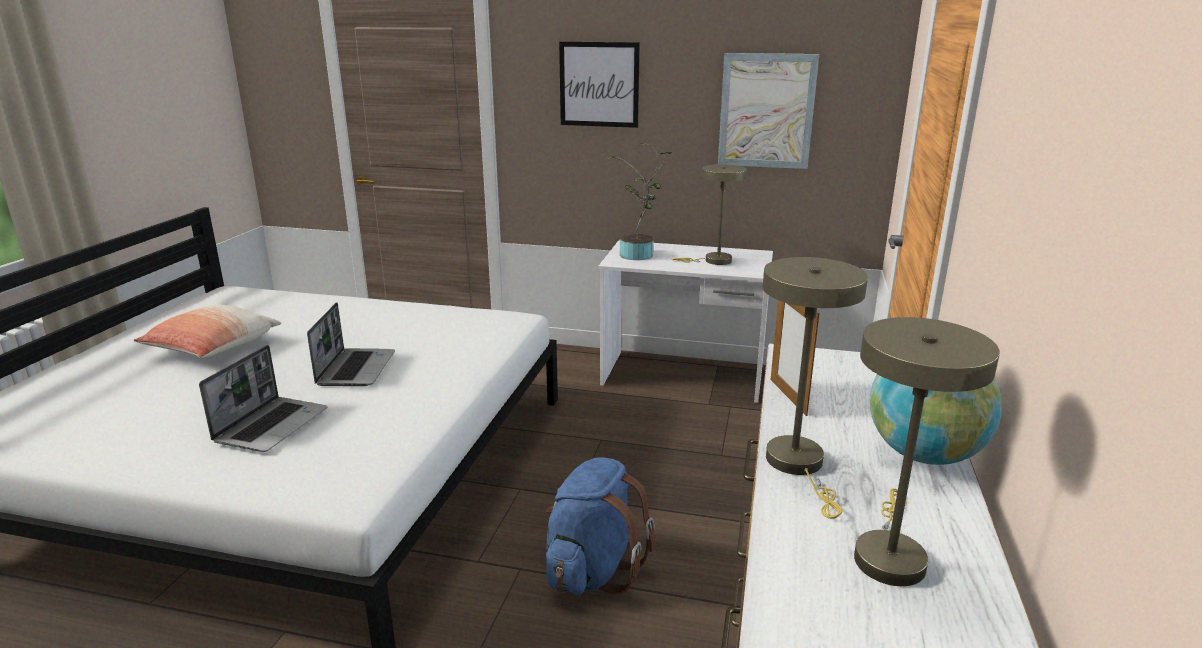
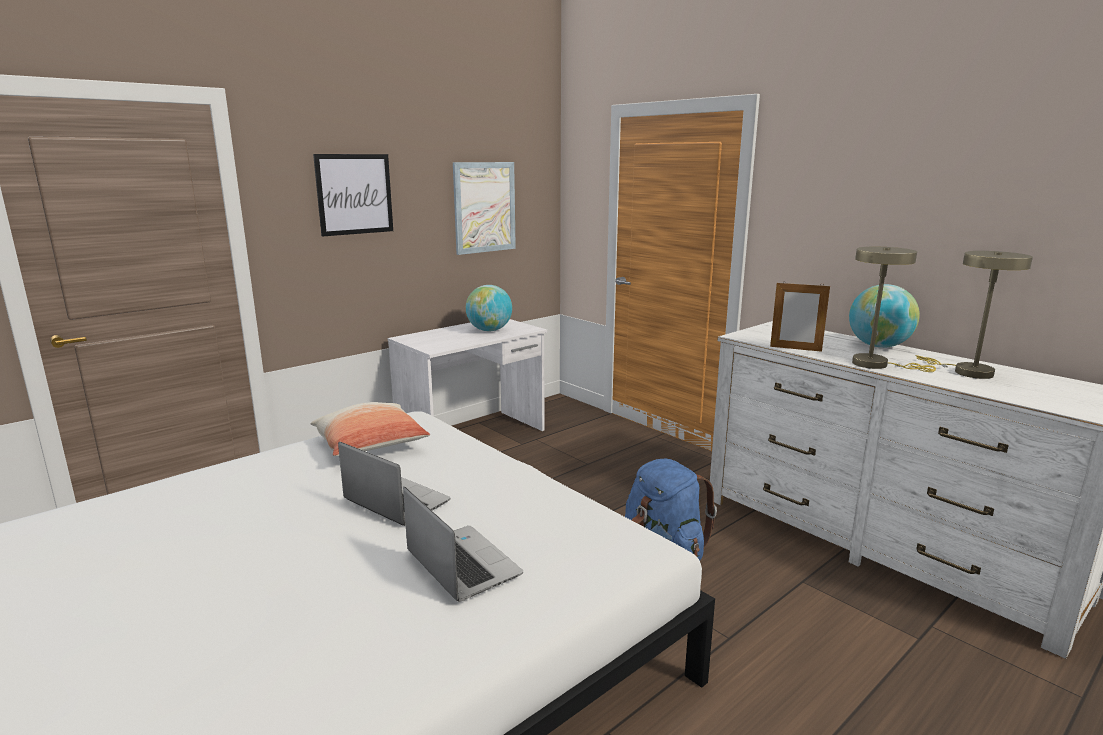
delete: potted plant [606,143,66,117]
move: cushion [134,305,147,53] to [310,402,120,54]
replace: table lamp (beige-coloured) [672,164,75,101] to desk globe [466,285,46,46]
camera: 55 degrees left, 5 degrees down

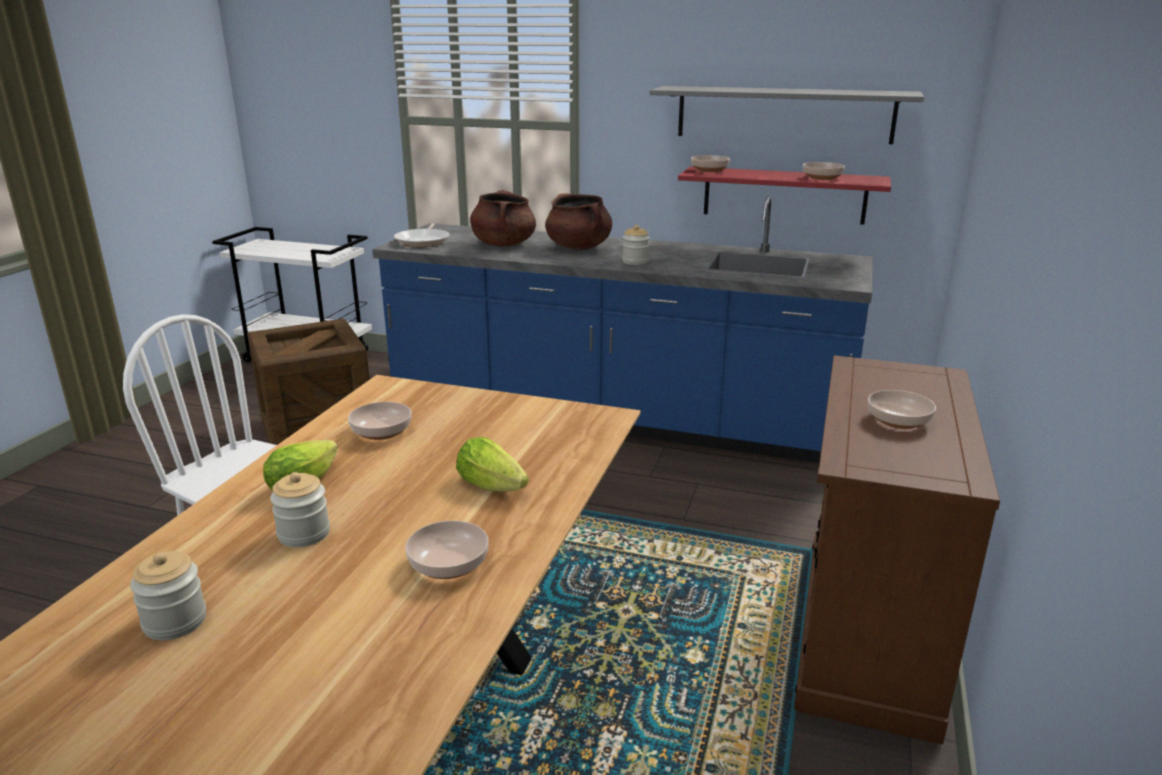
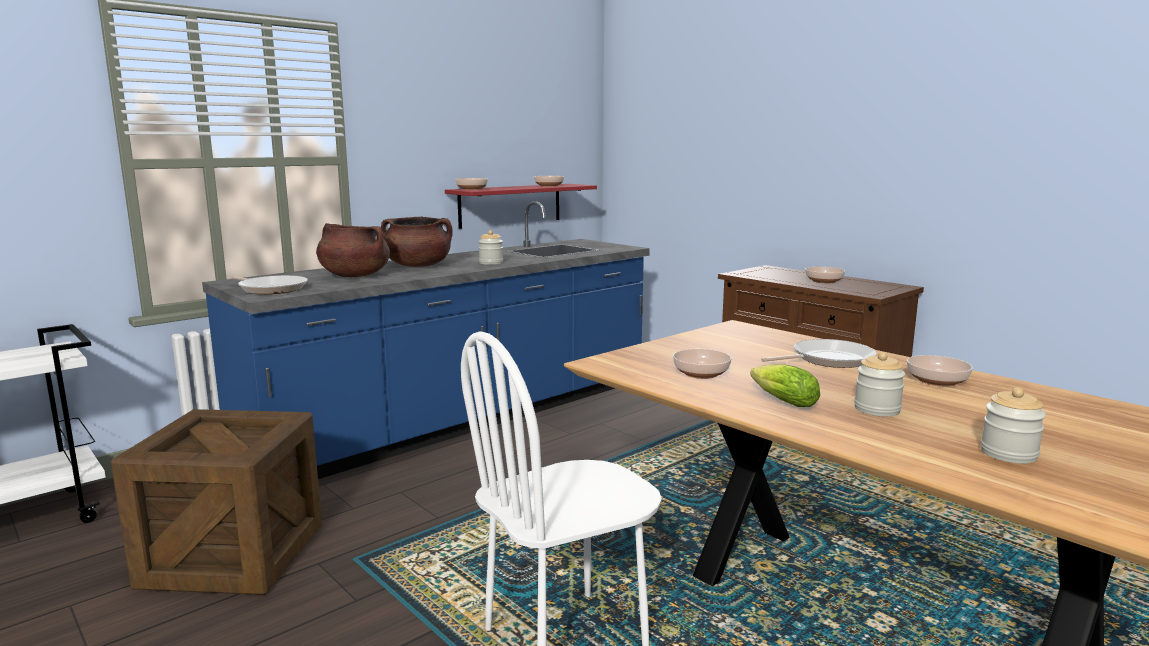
delete: shelf (grey) [650,86,274,58]
replace: lettuce head [456,437,73,55] to frying pan [761,339,116,29]
camera: 60 degrees left, 10 degrees down

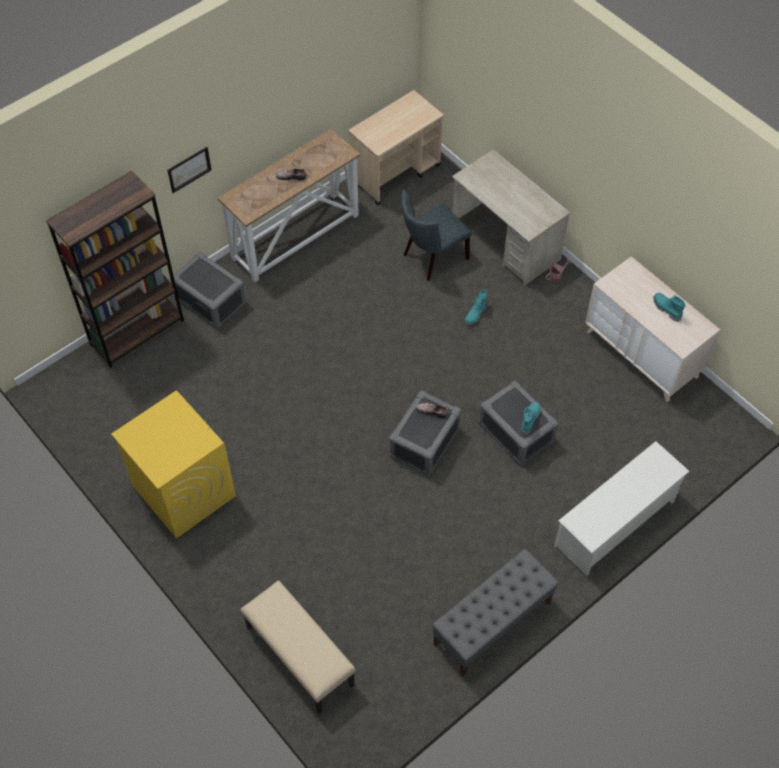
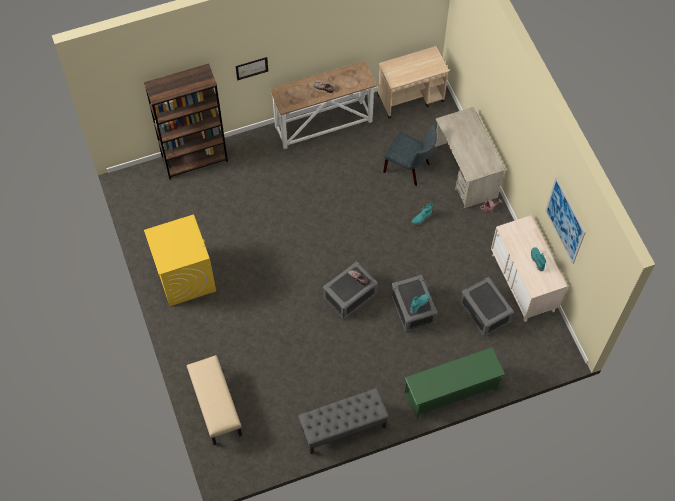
insert: wall art [545,177,41,87]
move: storage container (grey) [170,252,76,77] to [460,277,54,60]
recolor: shoe rack (whitish) [554,441,136,135] to shoe rack (green-coloured) [404,347,101,72]
rotate: chair (grey) [401,190,71,91] = [383,124,54,62] 135 degrees counterclockwise
camera: 20 degrees right, 5 degrees up

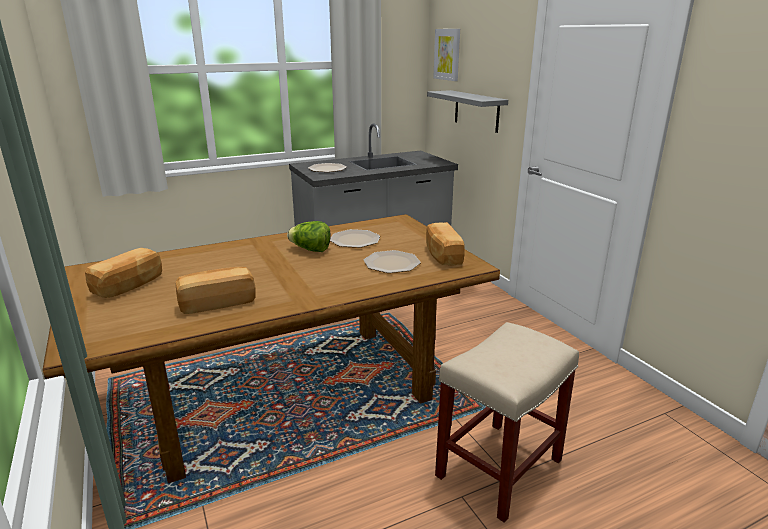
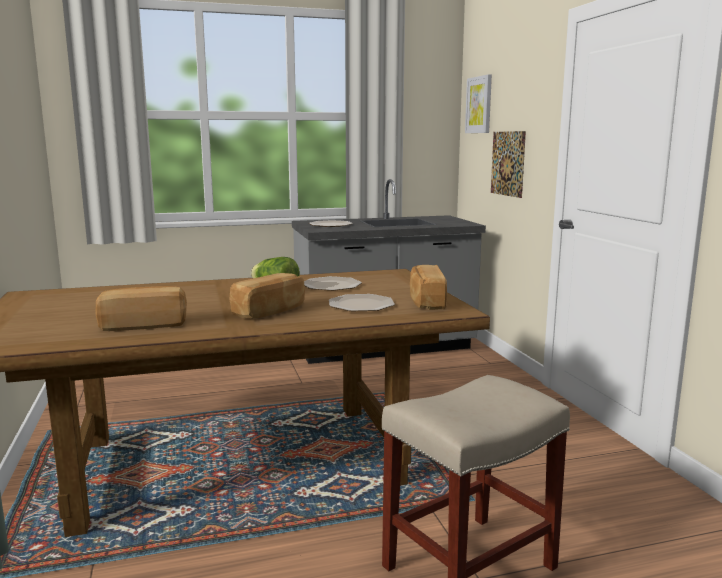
move: bread [85,248,77,50] to [229,273,76,46]
replace: shelf (grey) [427,90,81,43] to wall art [491,131,35,67]
camera: 10 degrees right, 10 degrees down

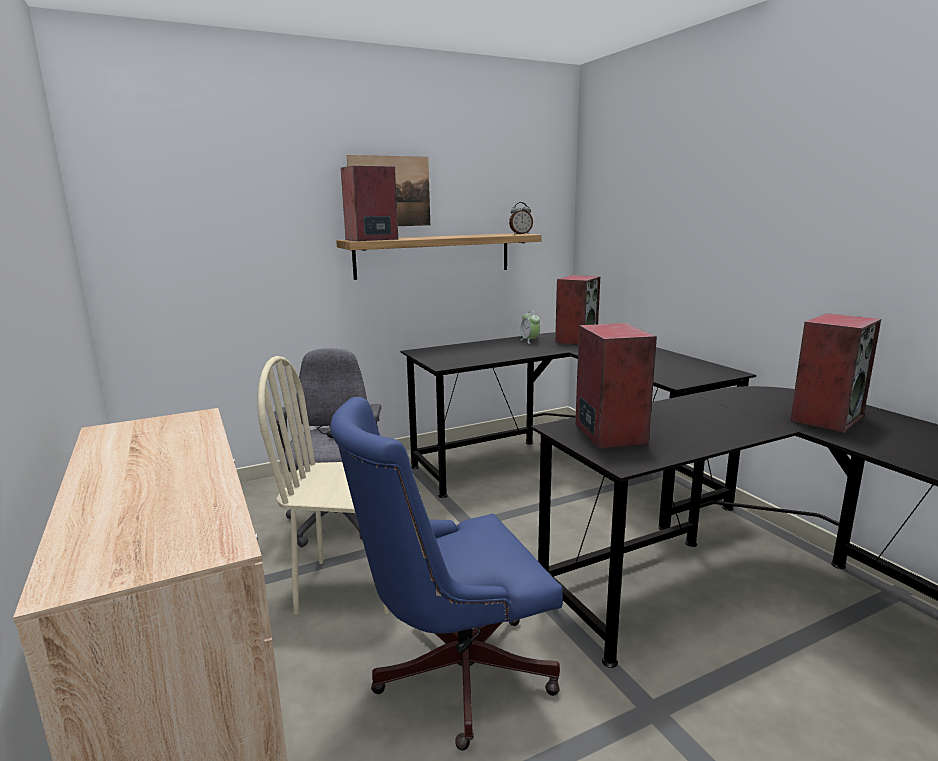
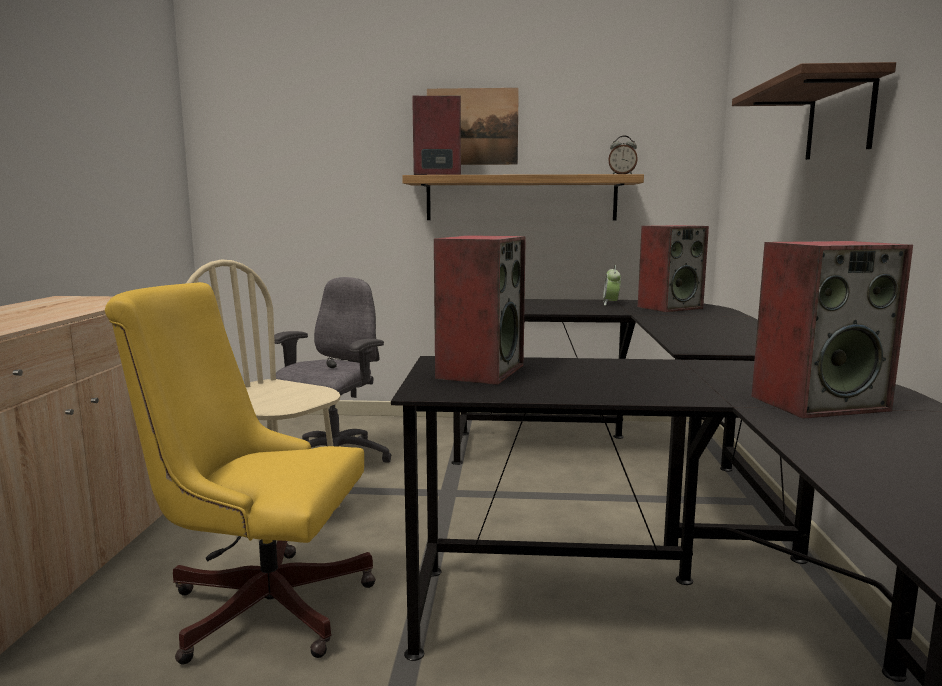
insert: shelf [732,62,164,98]
recolor: office chair (blue-coloured) [330,397,233,354] to office chair (yellowish) [105,282,271,383]
camera: 30 degrees right, 5 degrees down

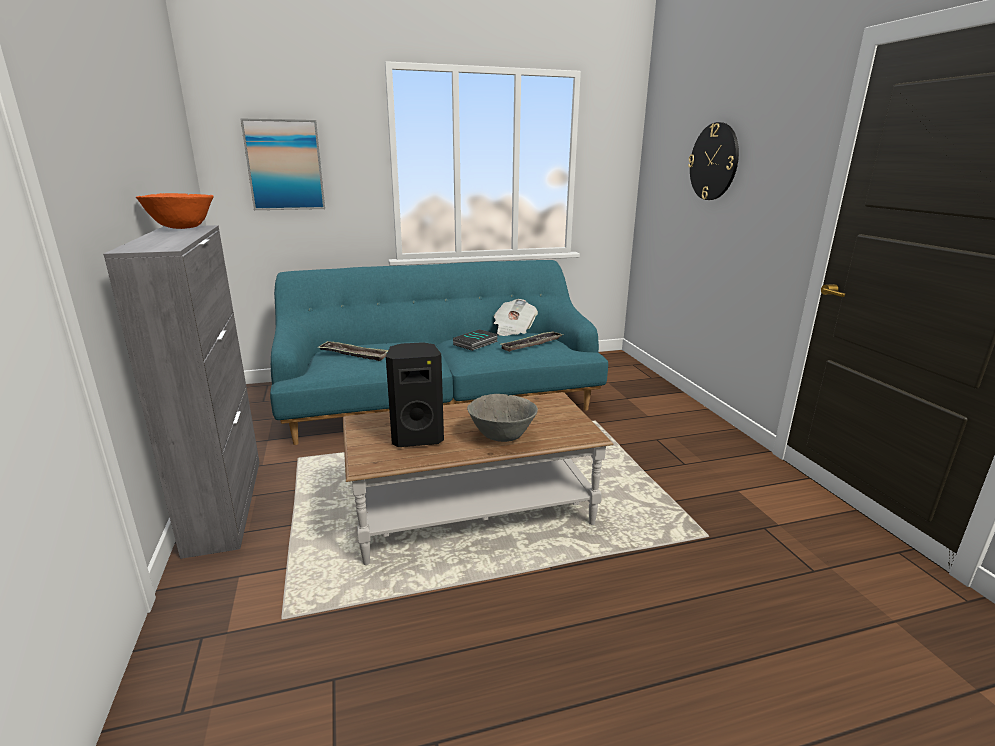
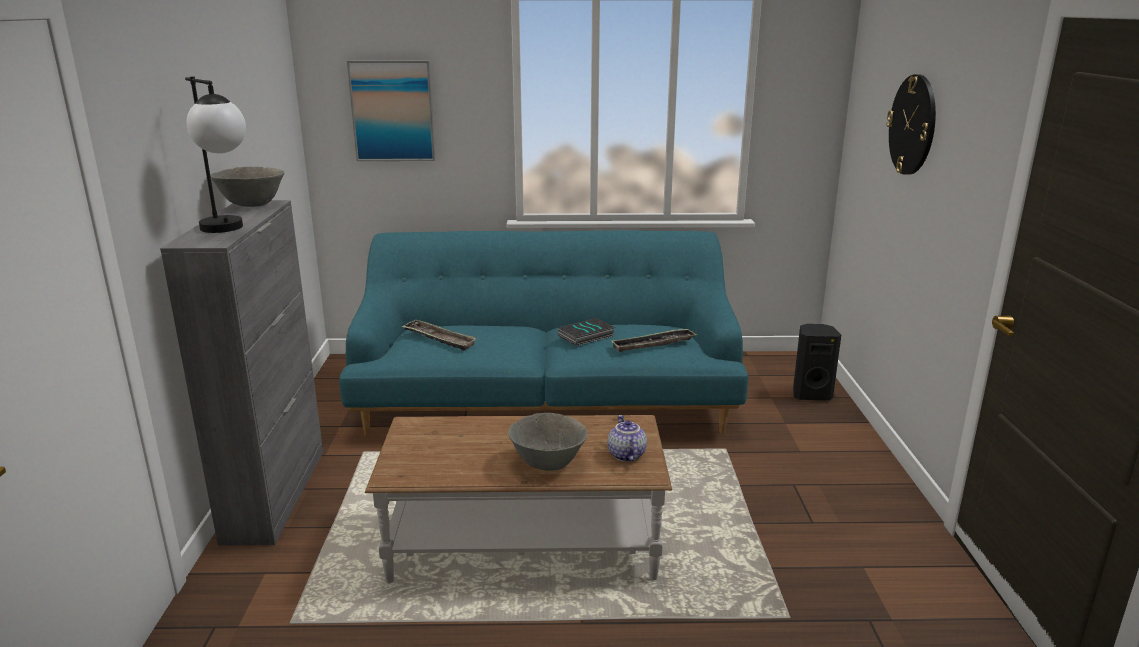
delete: printed paper [494,299,44,37]
insert: table lamp [185,77,61,156]; pot for tea [608,415,39,47]
move: speaker (black) [386,342,58,105] to [793,324,48,77]
recolor: deep dish (orange) [136,193,77,36] to deep dish (grey) [210,167,75,40]
camera: 15 degrees right, 0 degrees up

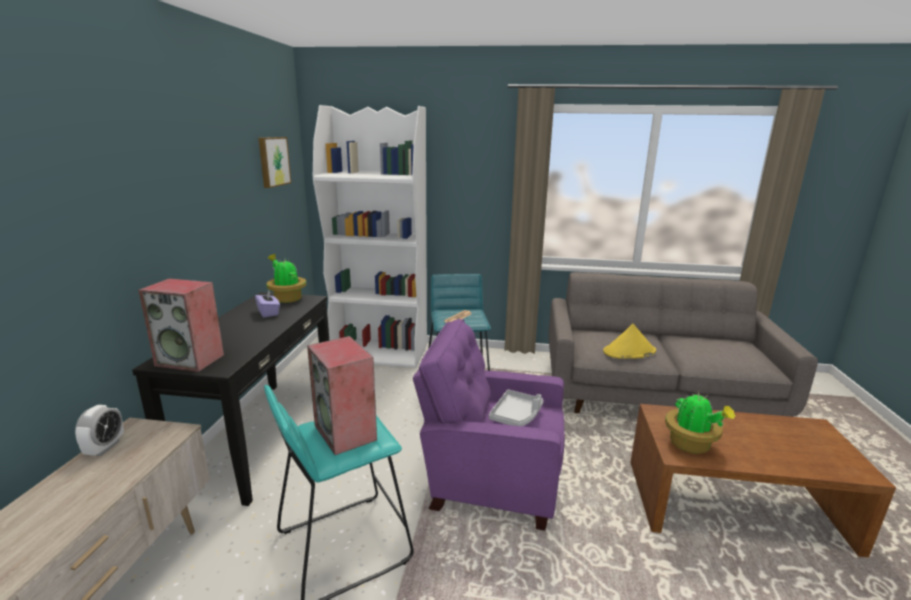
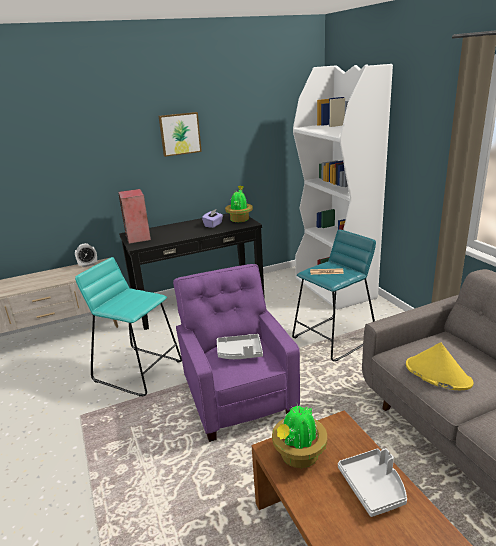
delete: speaker [307,336,70,119]
insert: tray (grey) [338,448,69,69]
move: wall art [258,137,33,51] to [159,112,43,45]
camera: 60 degrees right, 5 degrees up

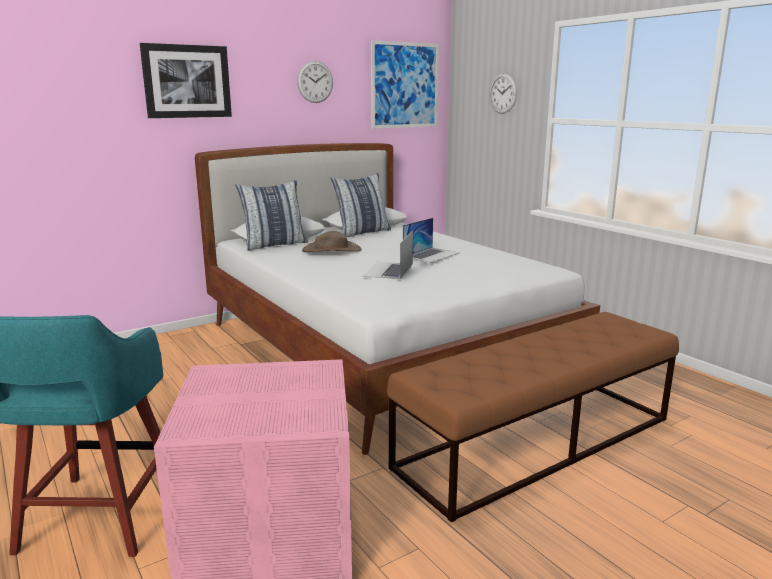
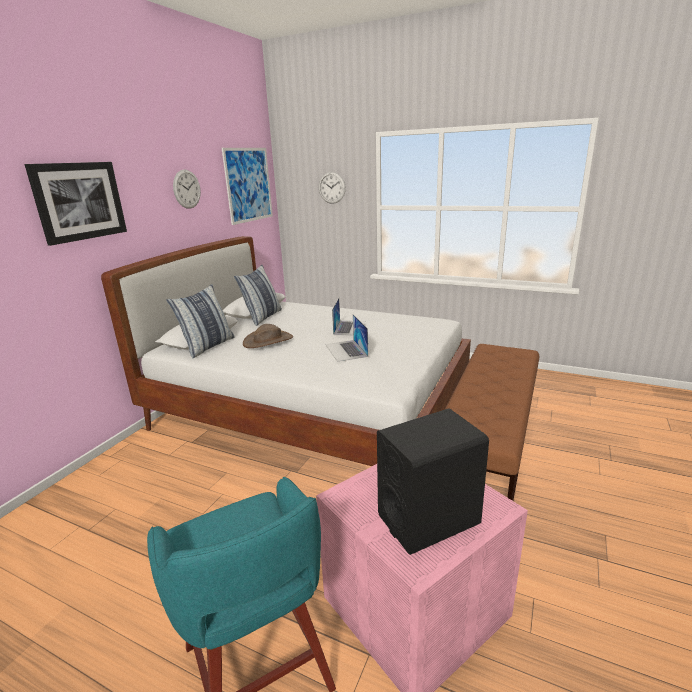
insert: speaker (black) [377,408,112,147]
camera: 30 degrees left, 5 degrees up

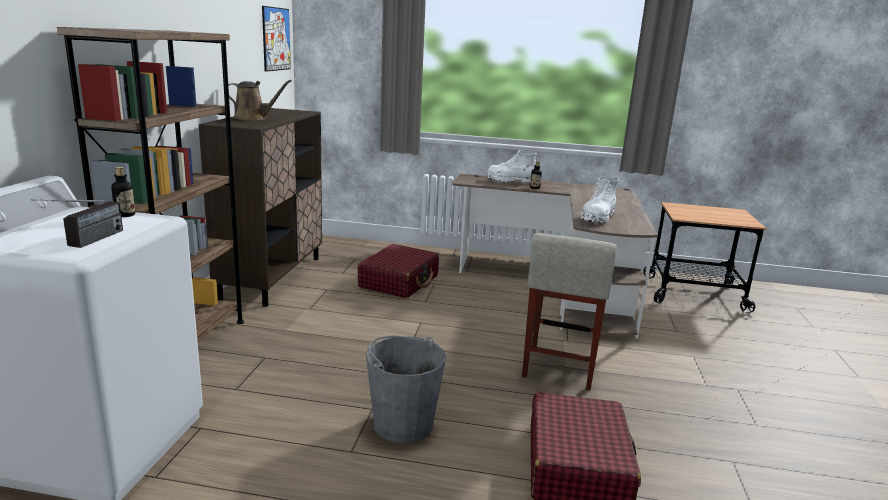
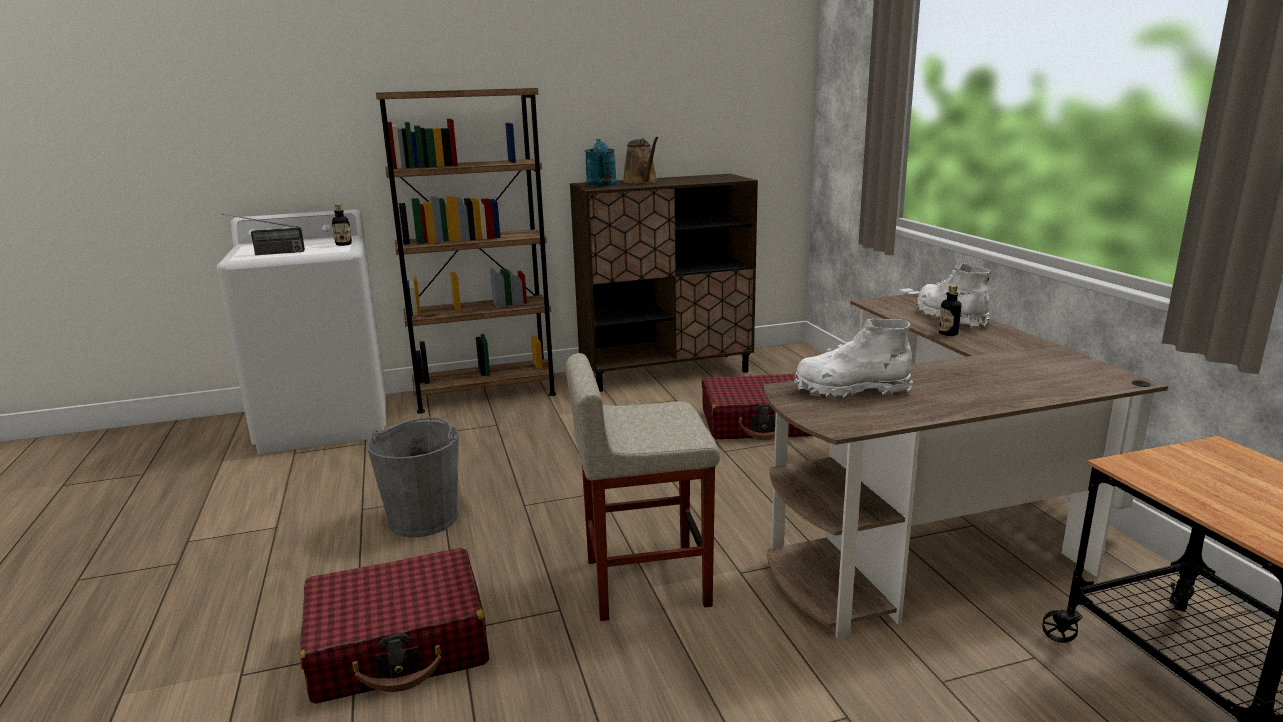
delete: wall art [262,6,29,66]
insert: watering pot (turquoise) [585,139,32,48]
camera: 65 degrees right, 0 degrees up

